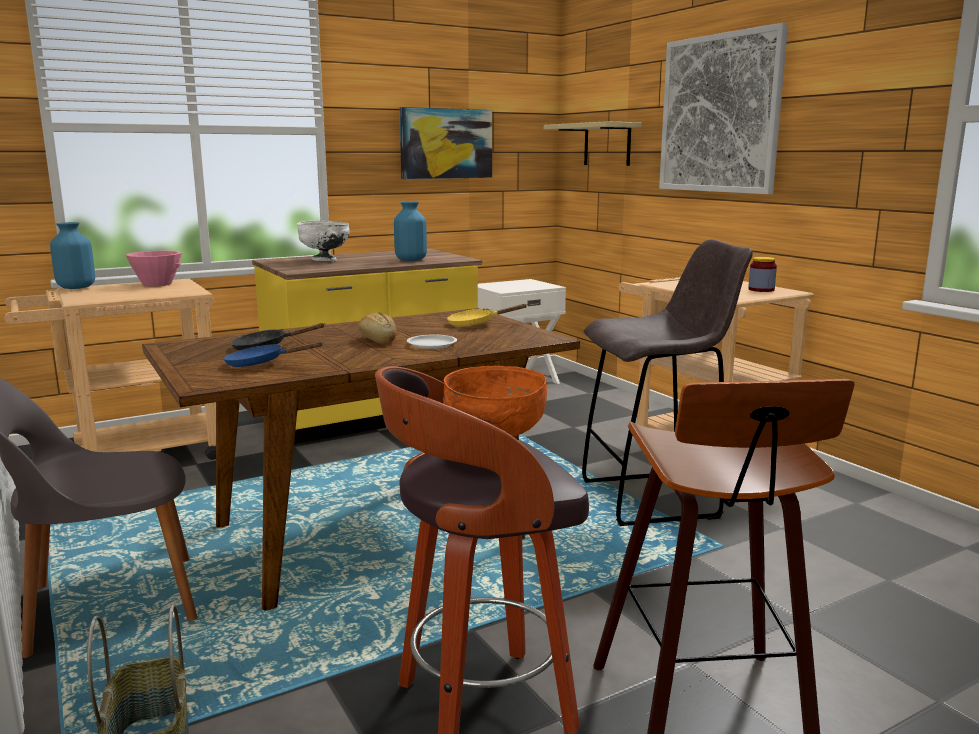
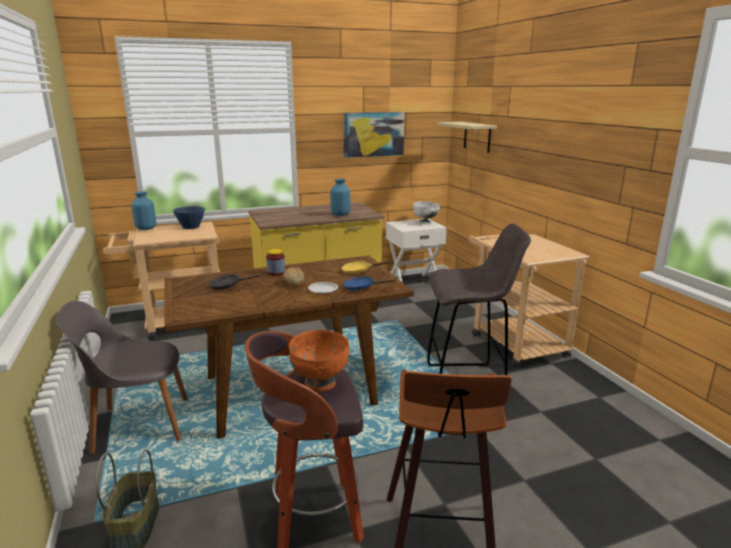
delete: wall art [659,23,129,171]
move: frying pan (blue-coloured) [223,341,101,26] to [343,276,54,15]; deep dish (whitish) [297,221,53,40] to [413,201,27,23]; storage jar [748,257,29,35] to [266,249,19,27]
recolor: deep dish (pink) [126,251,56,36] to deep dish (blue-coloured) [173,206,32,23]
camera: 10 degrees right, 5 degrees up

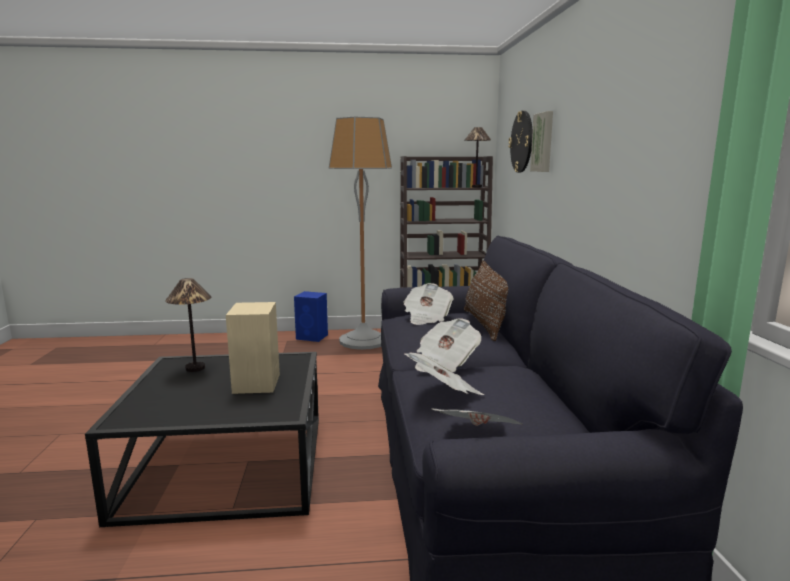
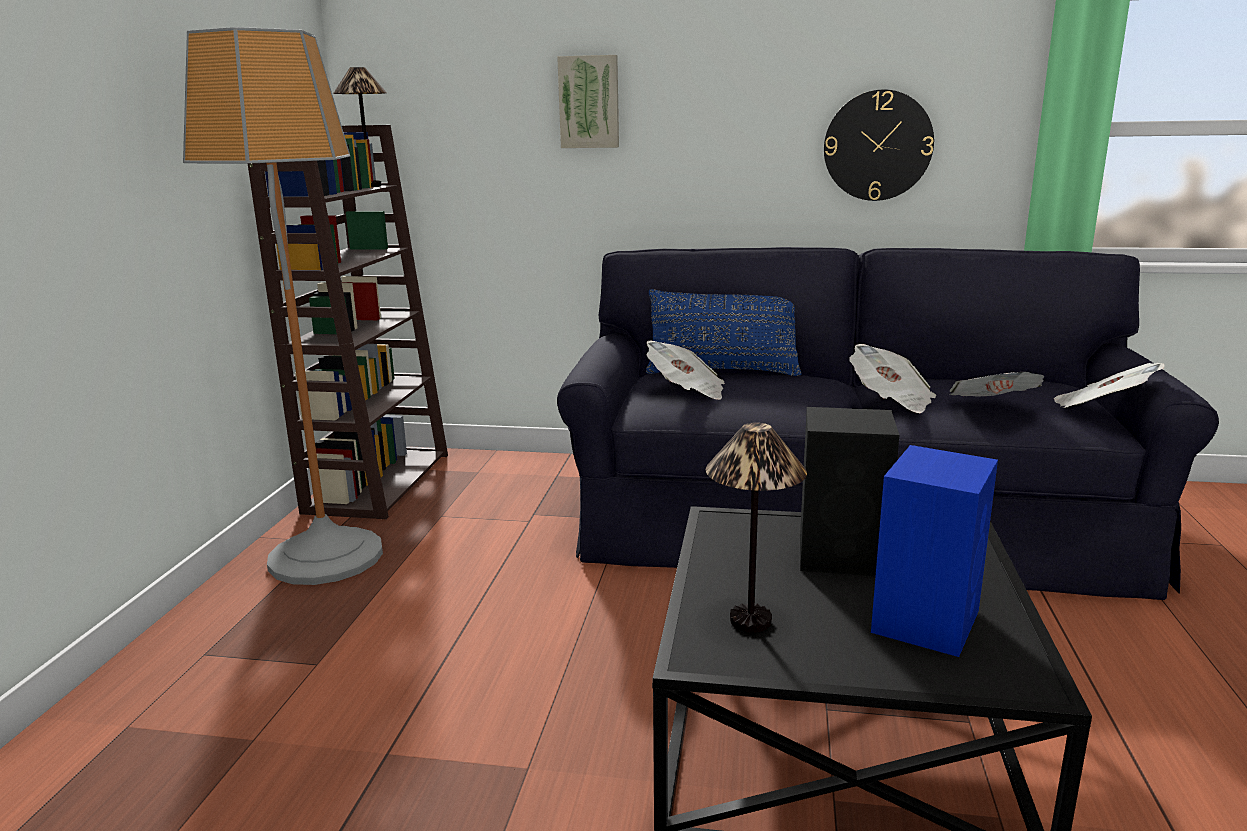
move: speaker (blue-coloured) [294,291,34,51] to [871,445,127,212]; clock on the wall [508,111,25,62] to [824,90,110,111]
recolor: speaker (beige-coloured) [226,302,54,92] to speaker (black) [800,407,99,169]; cushion (brown-coloured) [464,260,44,81] to cushion (blue-coloured) [646,289,156,87]
camera: 75 degrees left, 5 degrees up

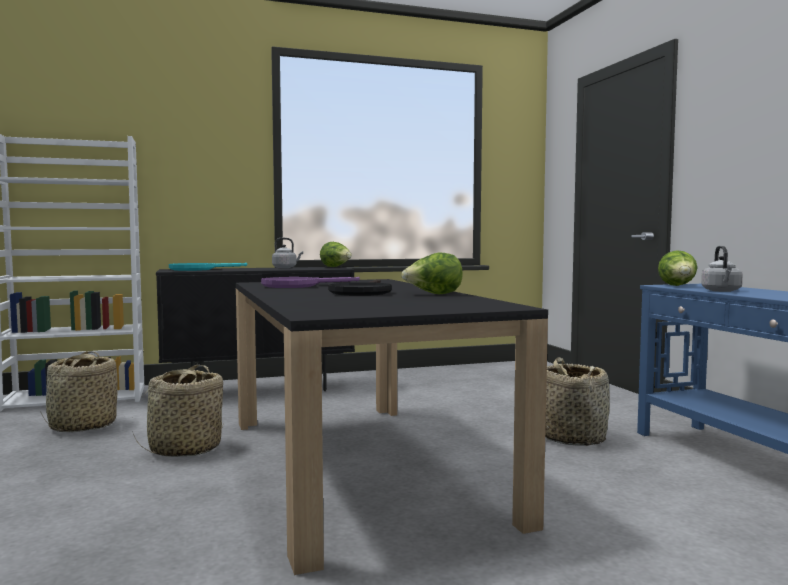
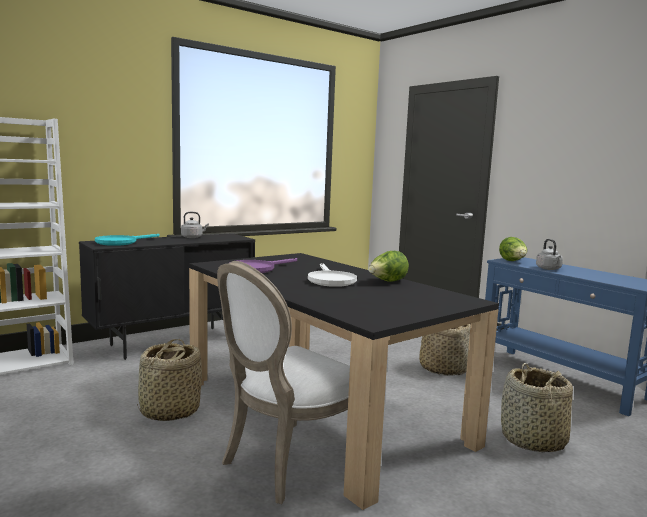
delete: lettuce head [320,242,32,25]
insert: chair (whitish) [217,261,133,243]
move: storage basket [41,351,77,81] to [501,363,72,89]
recolor: frying pan (black) [328,279,64,17] to frying pan (whitish) [308,263,49,24]
camera: 20 degrees left, 5 degrees up

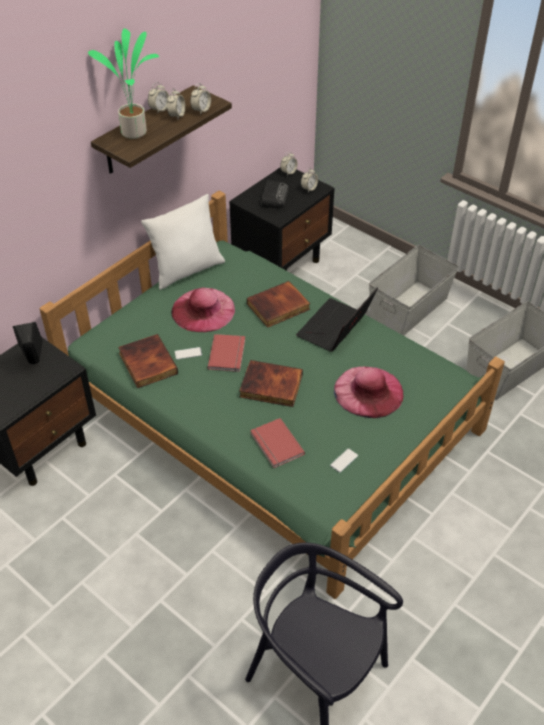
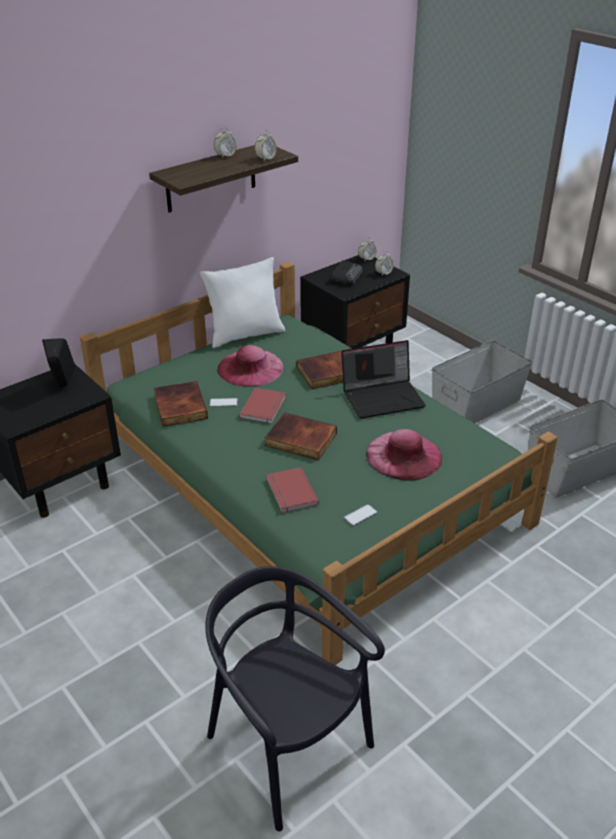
delete: potted plant [88,28,71,111]; alarm clock [167,88,18,31]
rotate: portable computer [296,287,82,65] = [341,340,85,79] 150 degrees counterclockwise
camera: 10 degrees right, 10 degrees down

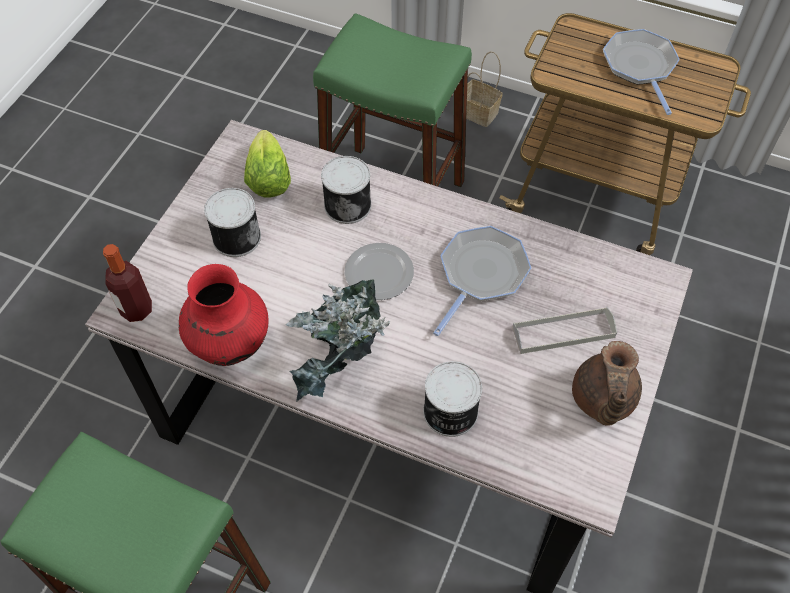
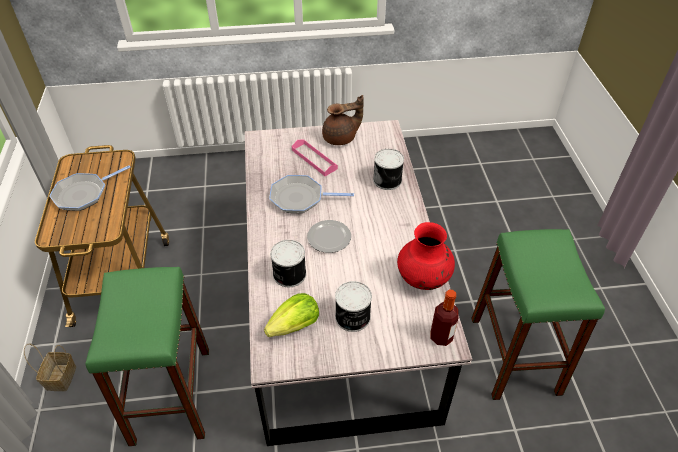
delete: potted plant [285,279,105,123]
recolor: tray (grey) [512,307,105,47] to tray (pink) [292,139,46,37]
camera: 120 degrees left, 10 degrees down

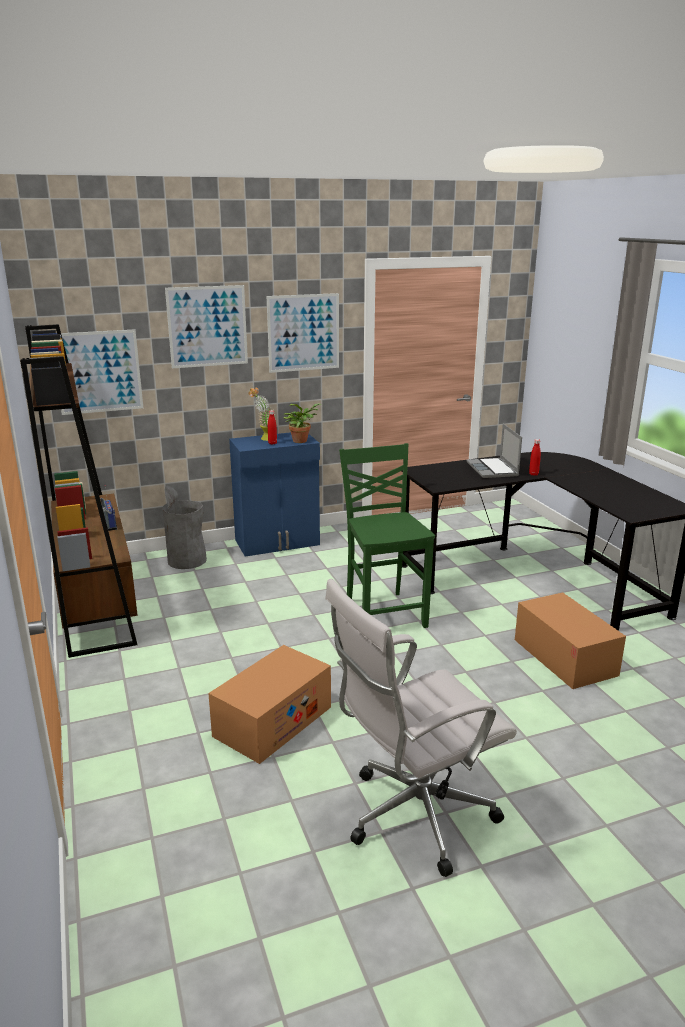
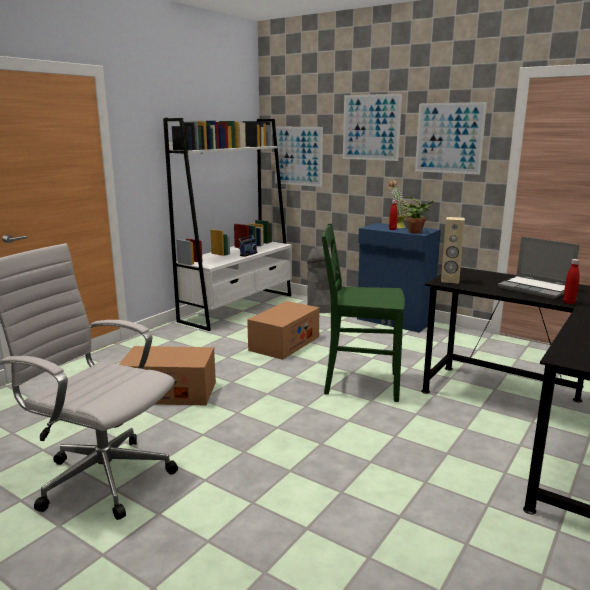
insert: speaker (beige-coloured) [441,217,24,67]
move: carton [515,592,111,97] to [247,301,73,59]
recolor: bookshelf (brown-coloured) [20,324,118,334] to bookshelf (whitish) [163,118,129,213]
rotate: chair (green-coloured) [339,443,96,185] = [321,223,84,179] 120 degrees counterclockwise; portable computer [467,424,55,54] = [498,236,82,63] 90 degrees counterclockwise
camera: 55 degrees right, 5 degrees down

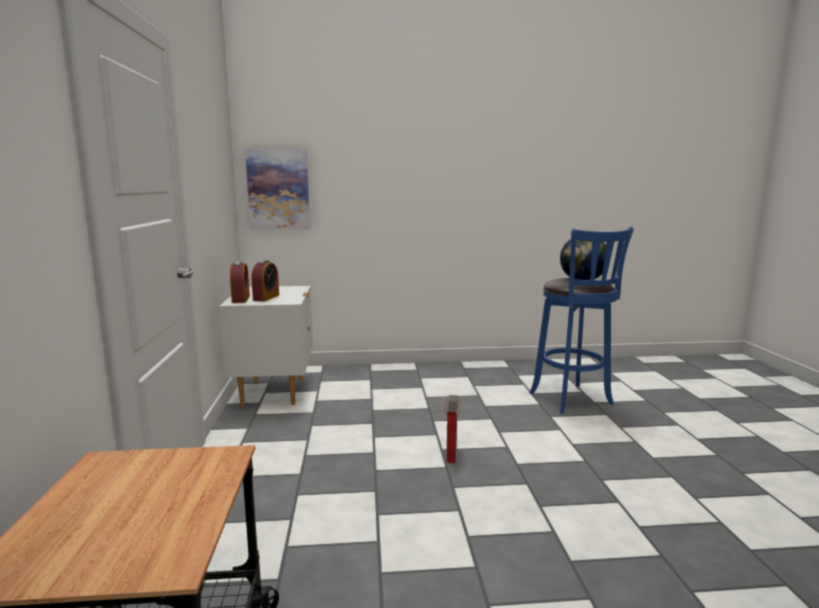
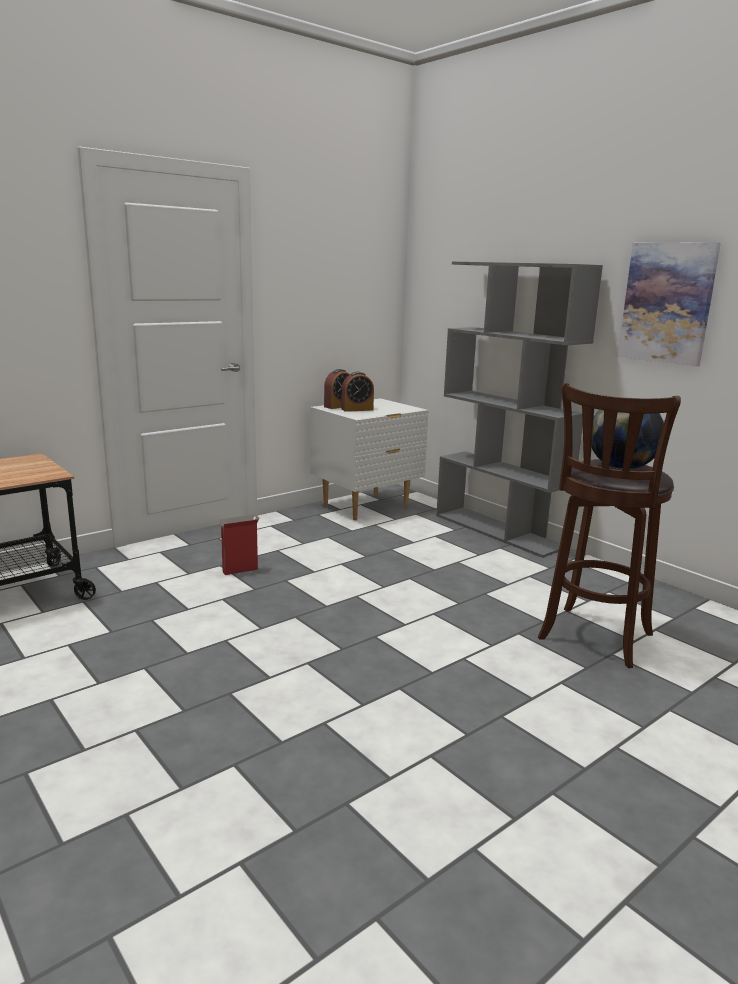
insert: bookshelf (grey) [436,262,167,296]
move: wall art [245,149,65,81] to [618,242,103,124]; carton [444,395,17,68] to [218,515,41,60]
recolor: stool (blue-coloured) [529,227,104,187] to stool (brown-coloured) [538,383,143,285]
camera: 55 degrees right, 5 degrees up

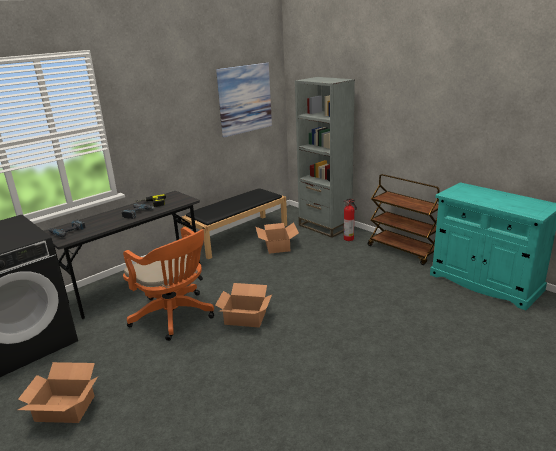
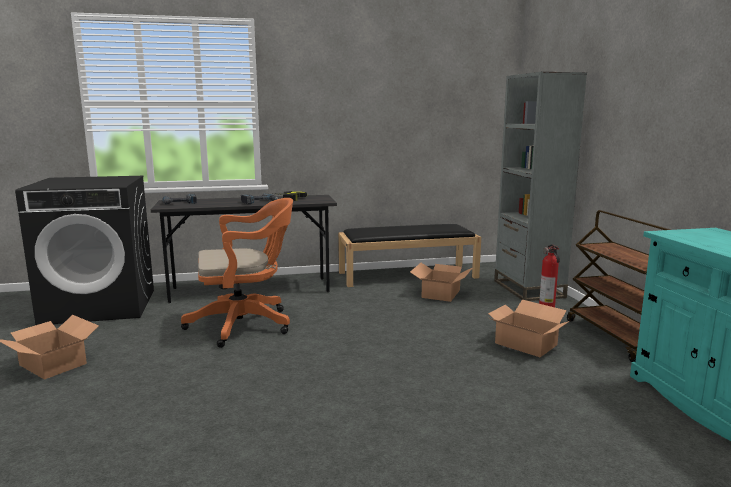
delete: wall art [216,63,56,74]
move: carton [215,283,57,44] to [488,300,81,57]
rotate: office chair (orange) [123,227,91,114] = [181,198,112,150] 90 degrees counterclockwise
camera: 30 degrees right, 10 degrees down

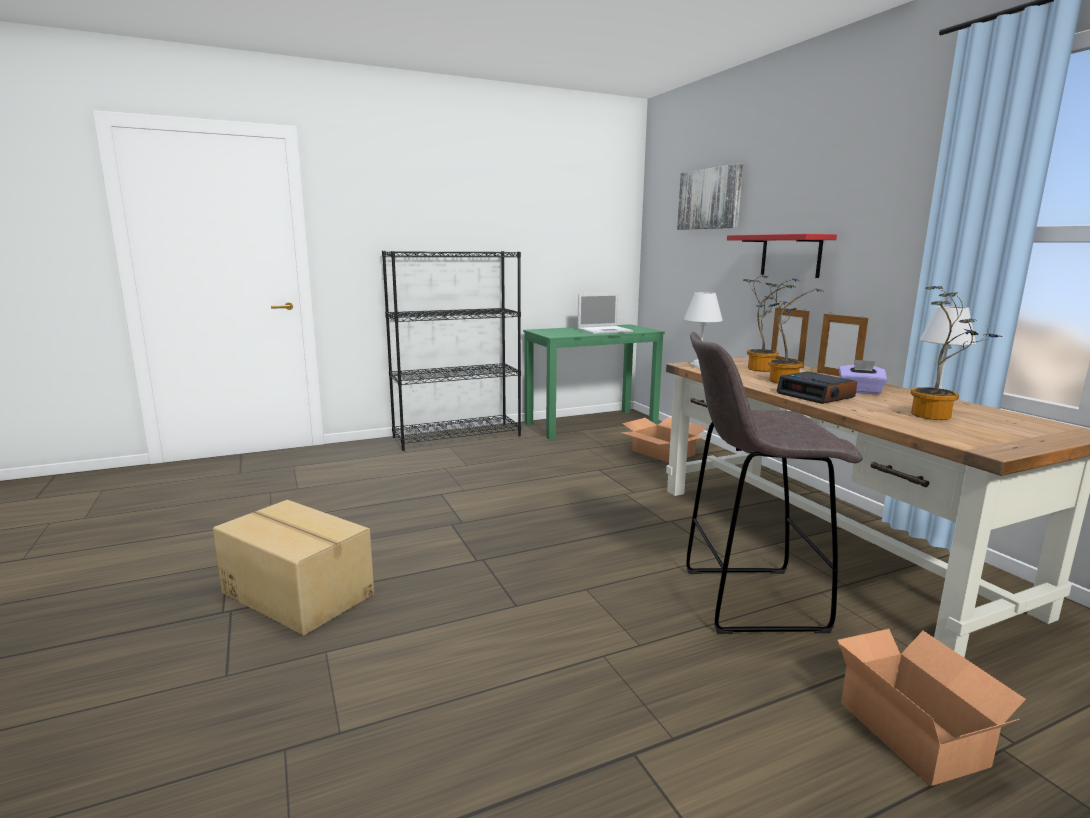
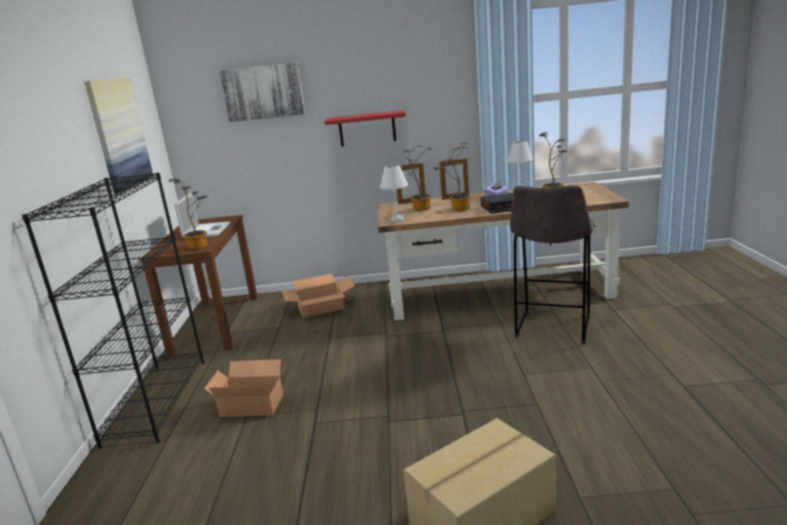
insert: wall art [84,78,69,116]; potted plant [169,178,38,72]
move: carton [837,629,189,157] to [204,359,79,58]
recolor: desk unit (green-coloured) [523,324,142,115] to desk unit (brown-coloured) [140,215,118,141]
camera: 65 degrees left, 5 degrees up

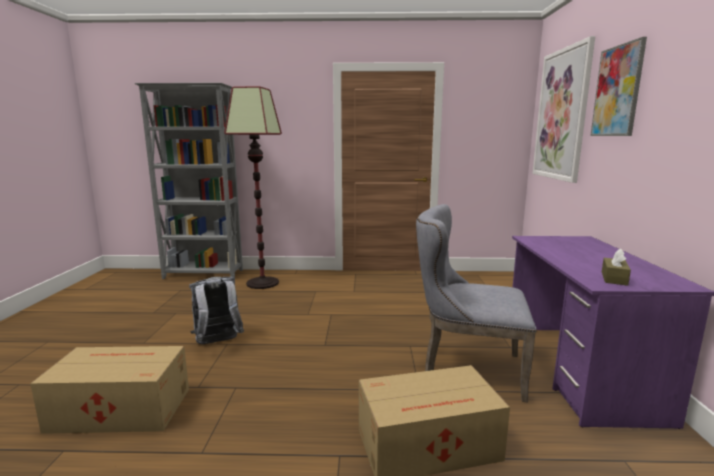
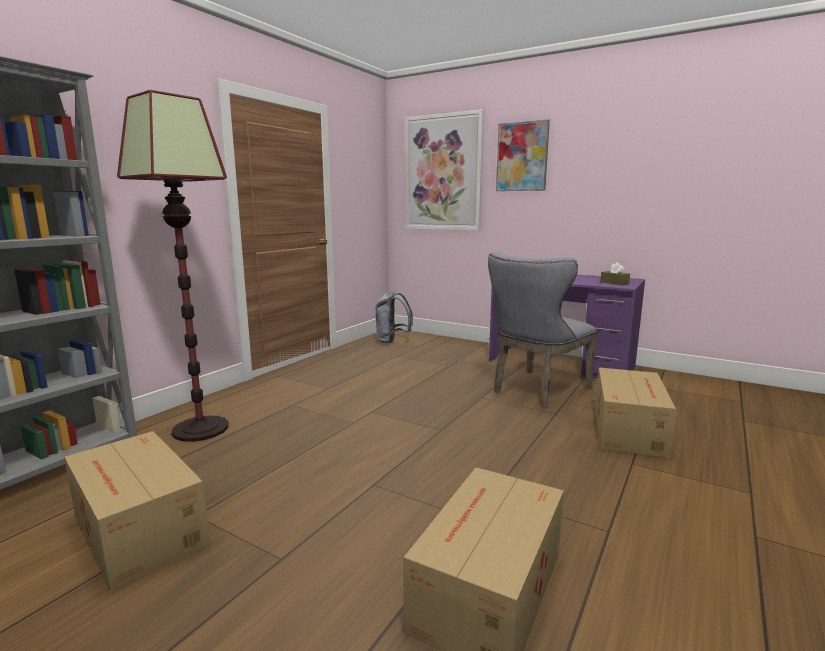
insert: carton [64,431,146,159]
move: rucksack (grey) [189,277,55,67] to [375,291,38,52]
camera: 60 degrees left, 0 degrees up

